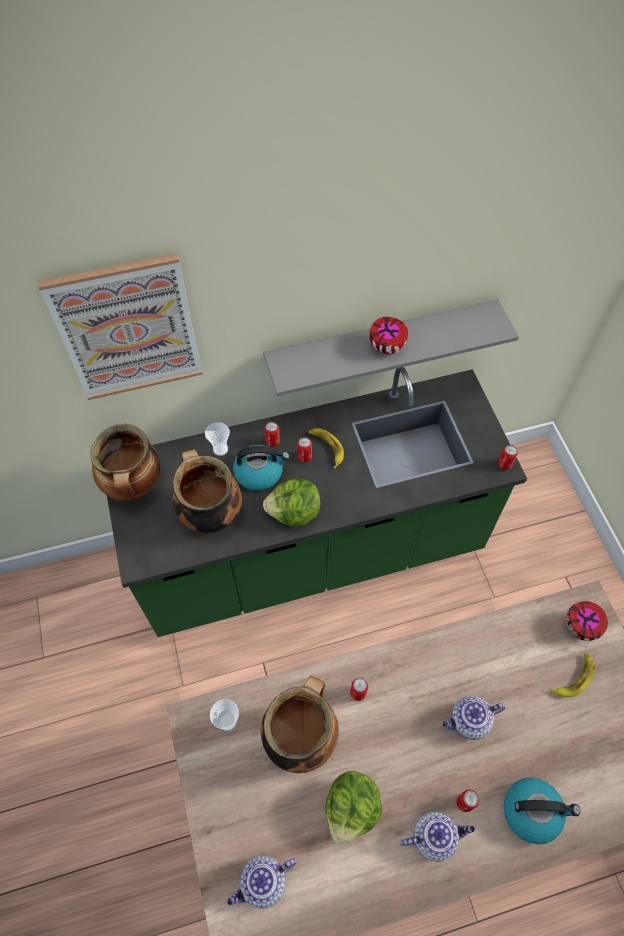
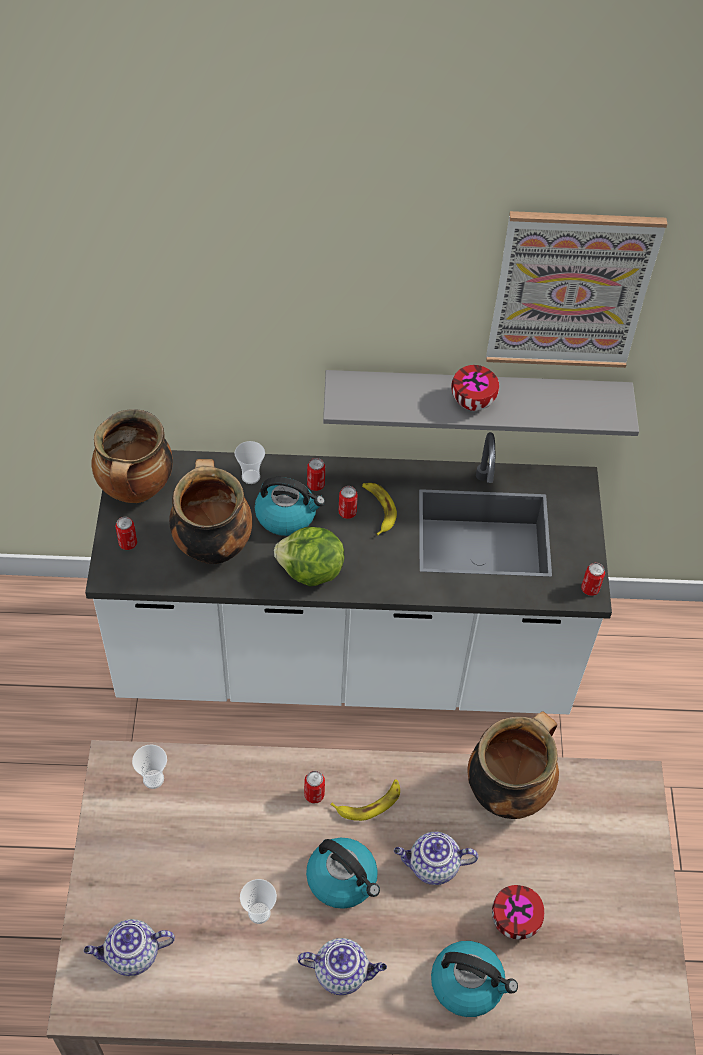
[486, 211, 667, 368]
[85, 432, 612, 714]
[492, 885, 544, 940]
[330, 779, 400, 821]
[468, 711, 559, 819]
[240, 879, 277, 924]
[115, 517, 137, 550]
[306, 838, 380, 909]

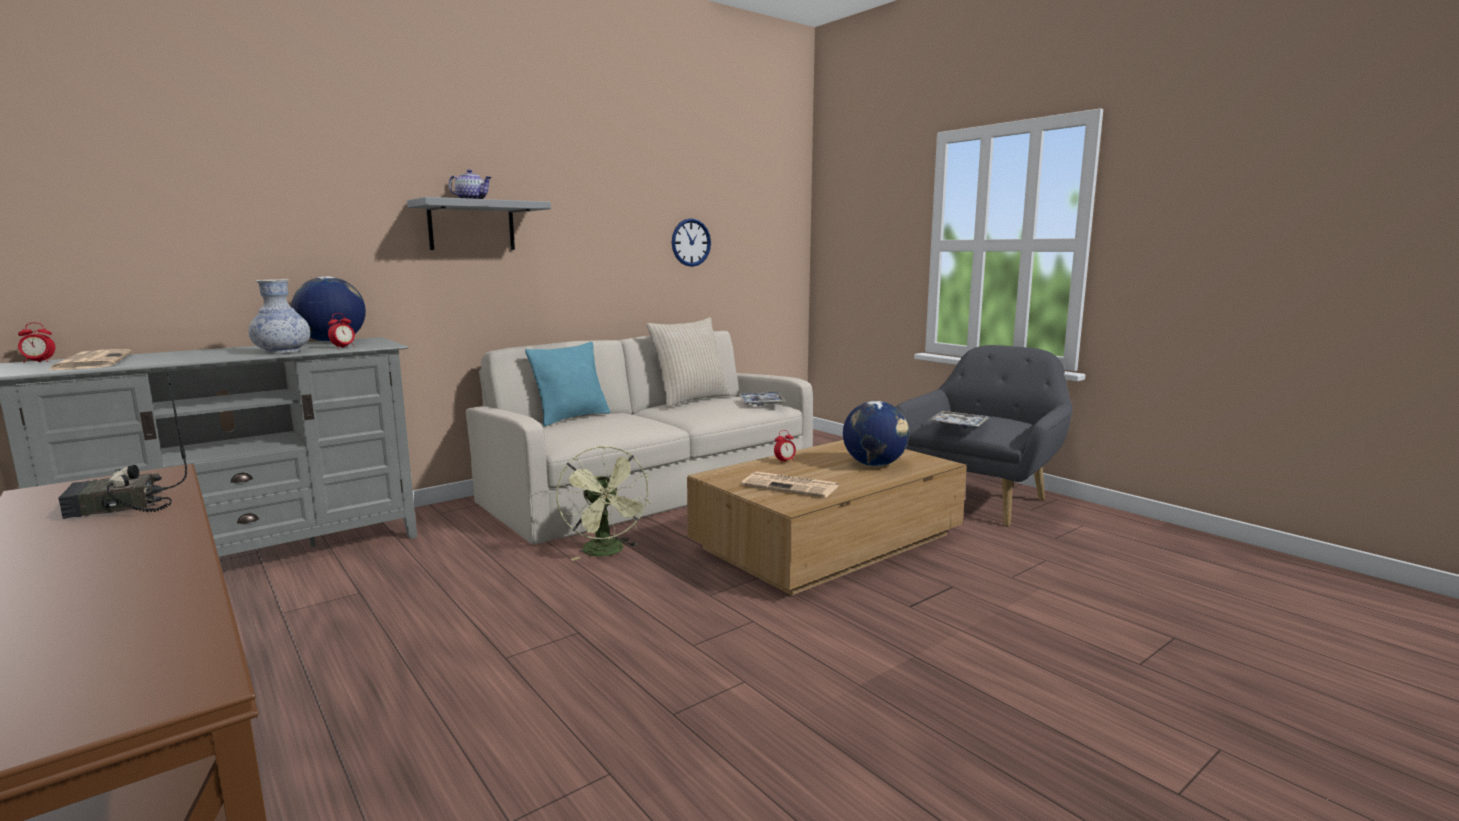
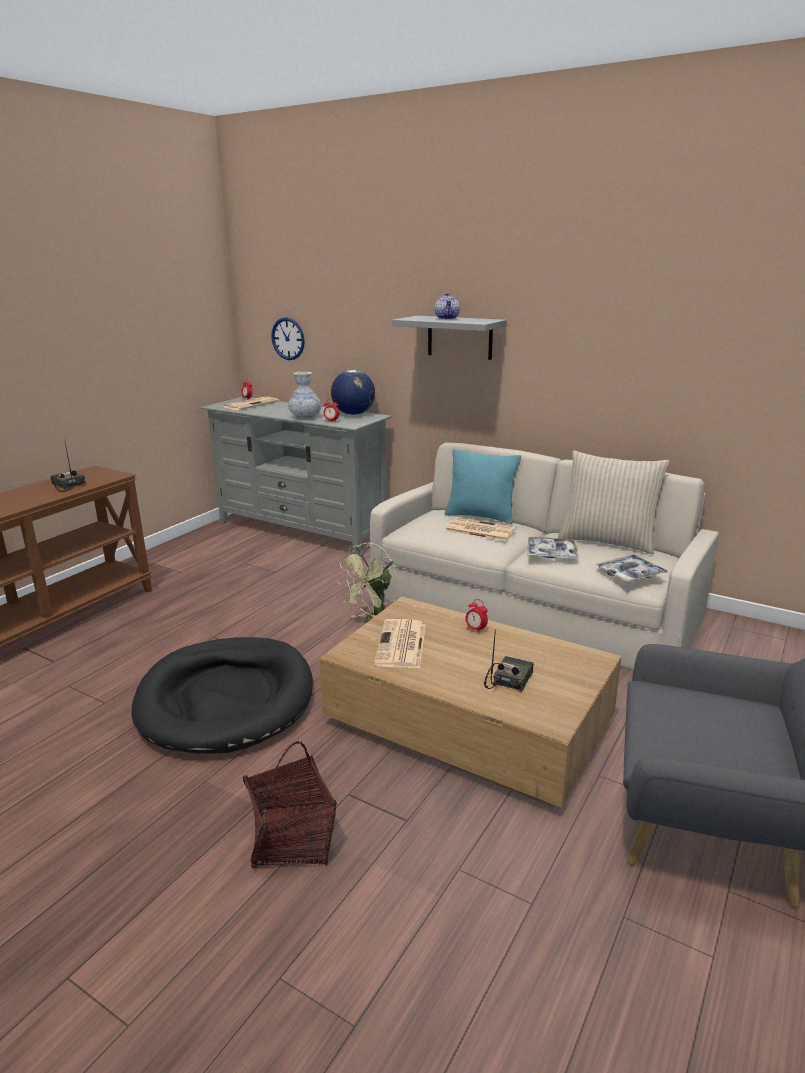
[271, 317, 305, 360]
[484, 629, 534, 692]
[527, 537, 578, 559]
[445, 517, 517, 541]
[132, 637, 313, 753]
[243, 741, 337, 869]

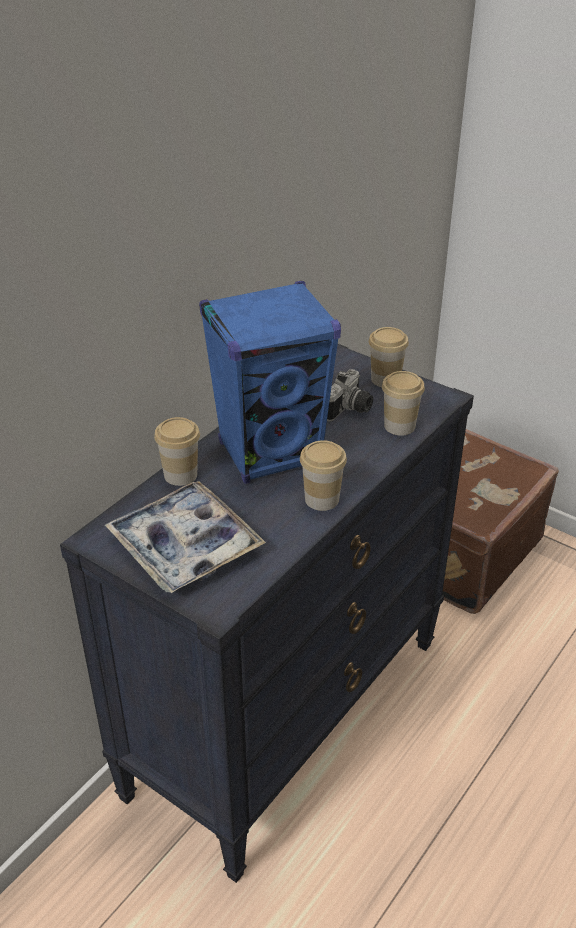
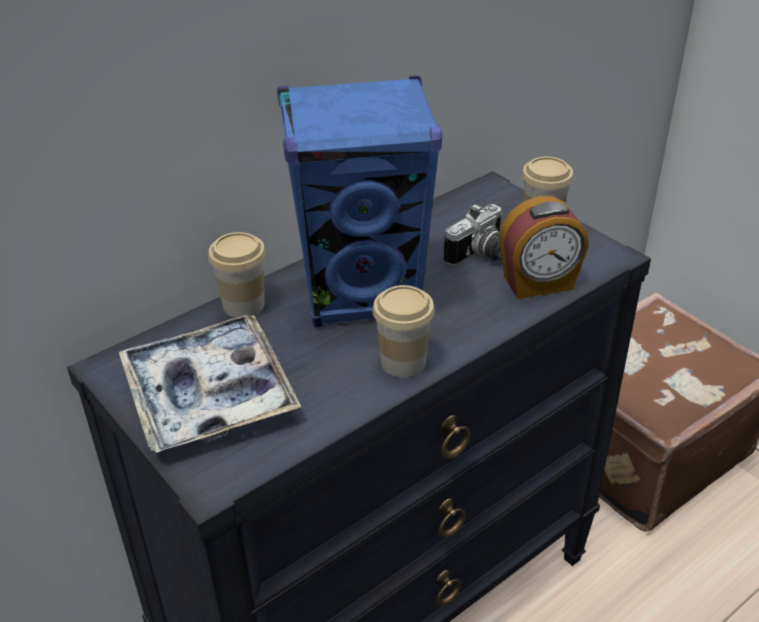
[499, 196, 589, 299]

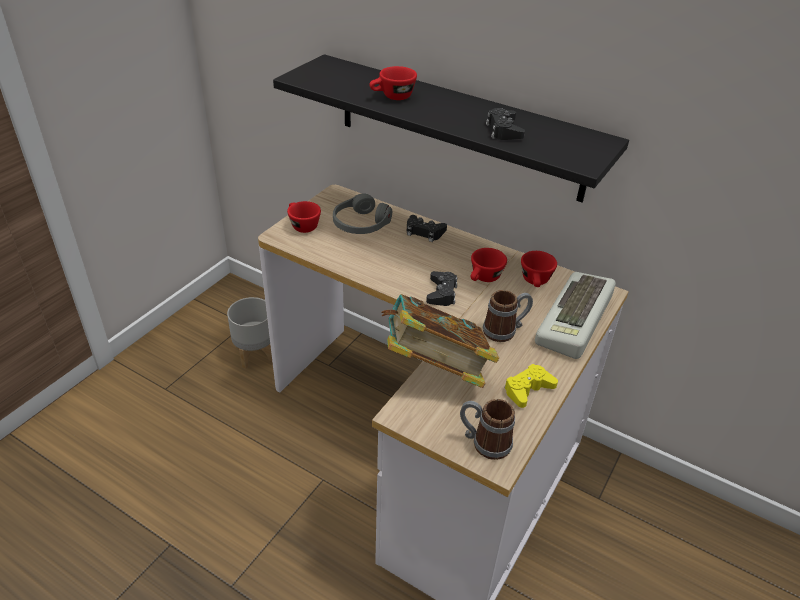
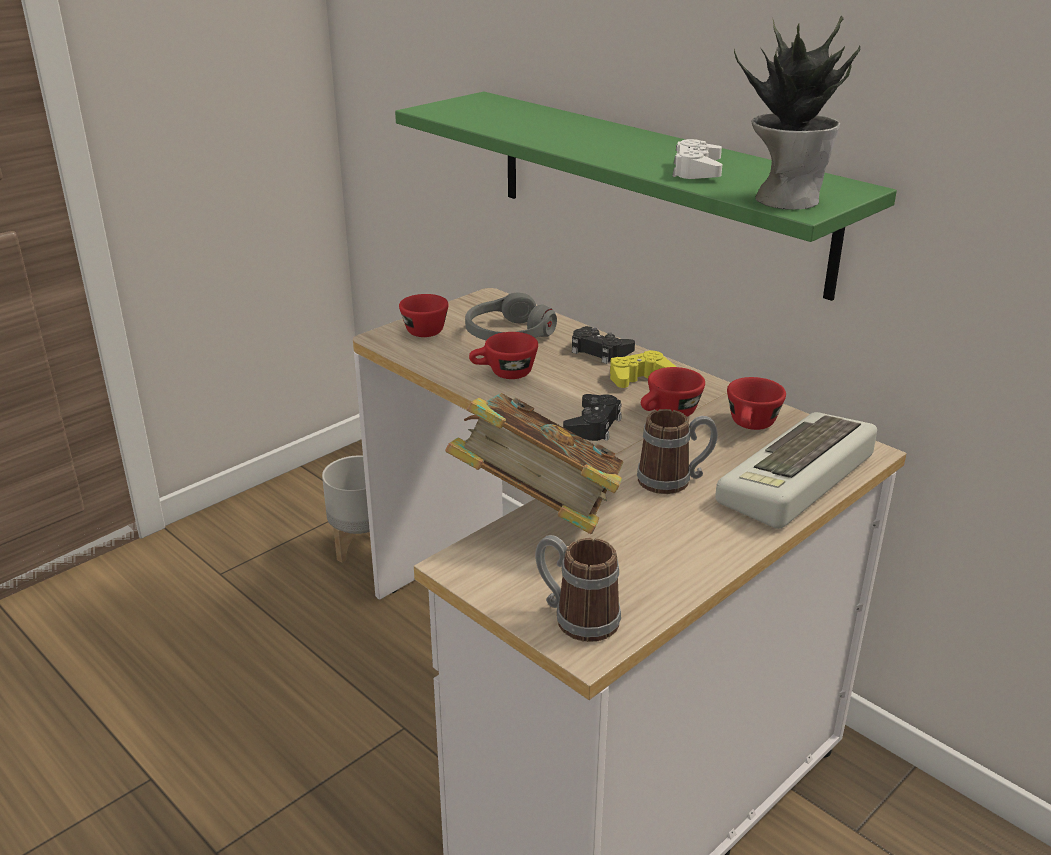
[395, 91, 897, 301]
[469, 332, 538, 379]
[672, 139, 722, 179]
[610, 350, 676, 388]
[734, 16, 860, 210]

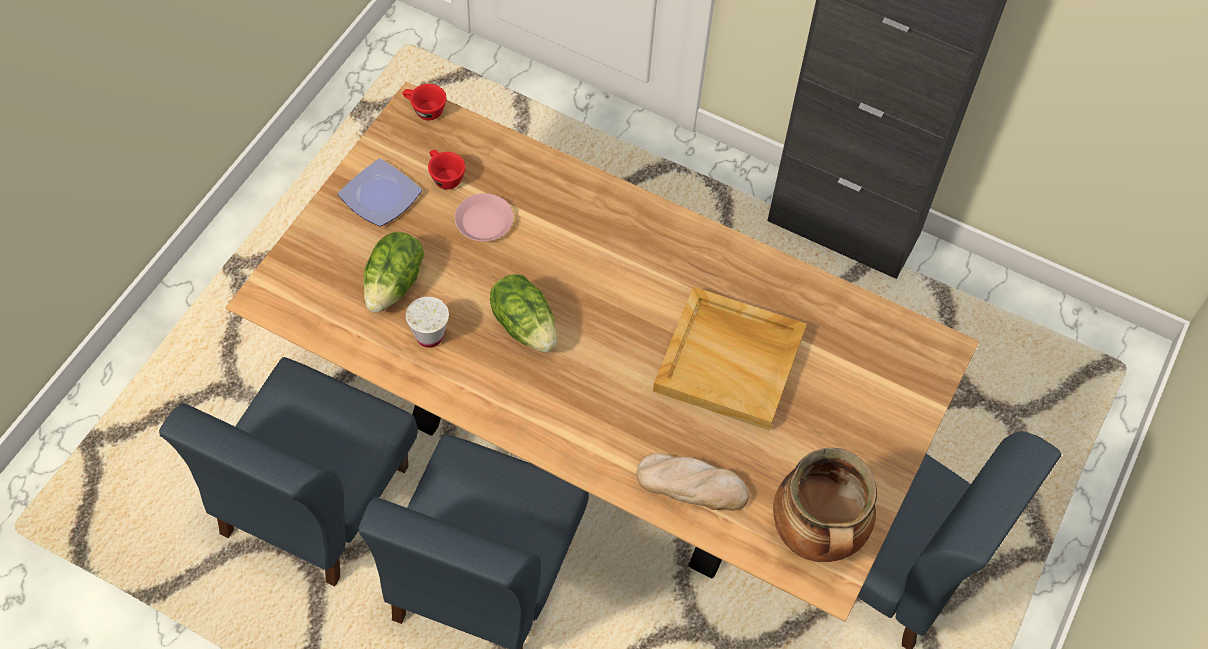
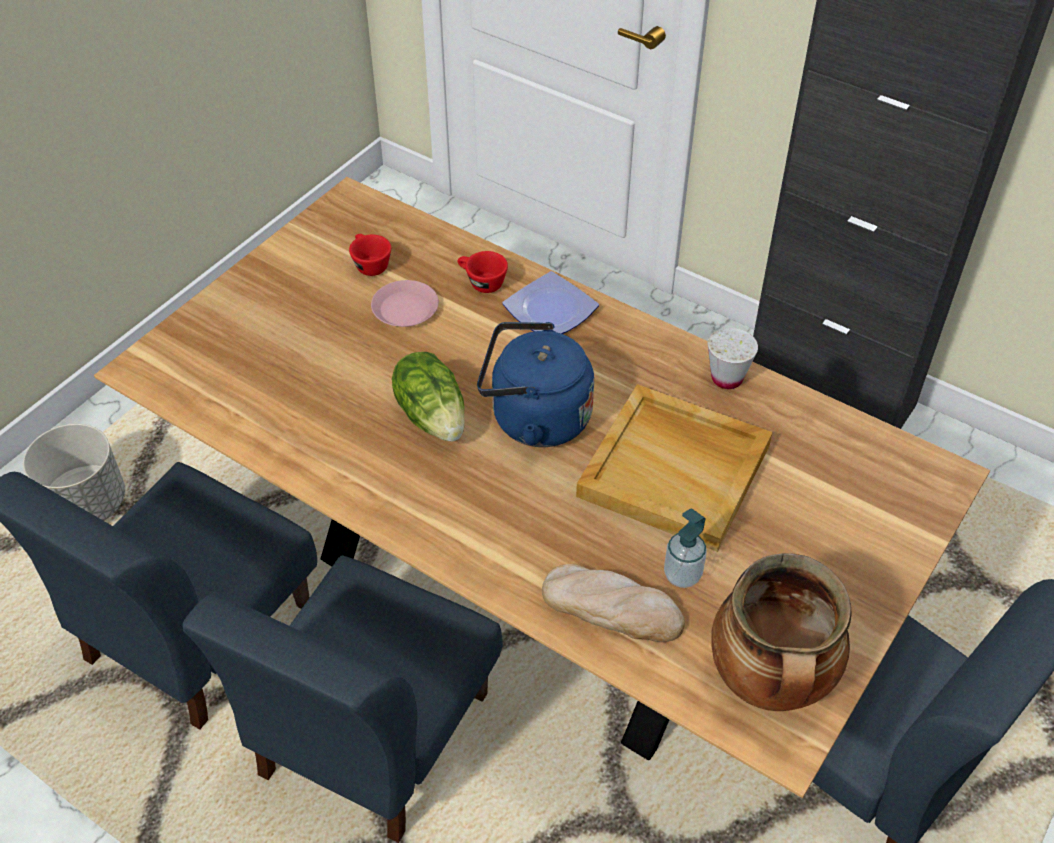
[457, 251, 508, 293]
[502, 271, 599, 334]
[363, 232, 424, 313] (first image)
[708, 328, 758, 389]
[477, 322, 594, 447]
[23, 424, 125, 521]
[664, 508, 707, 588]

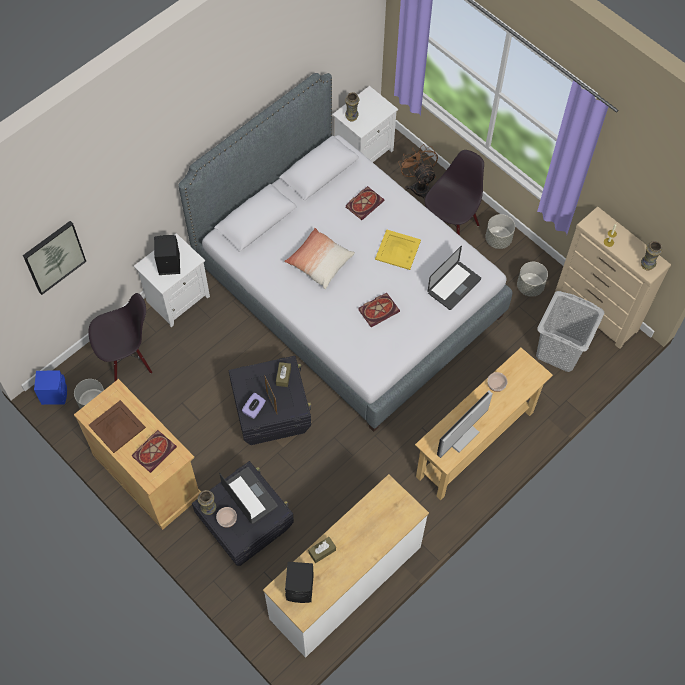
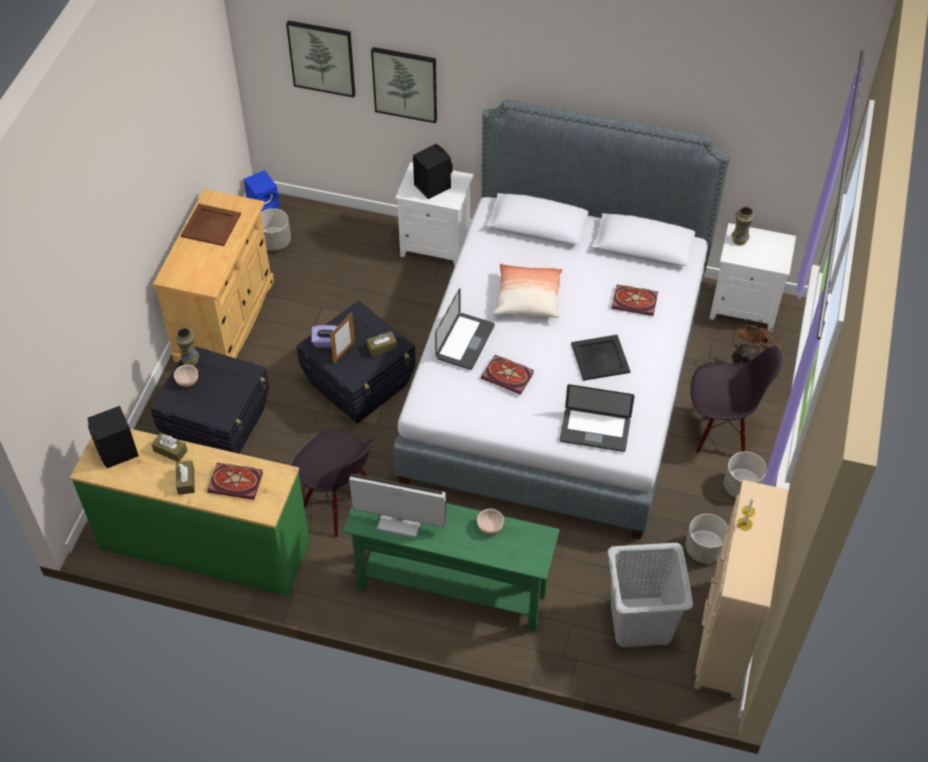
[571, 335, 630, 381]
[641, 241, 663, 271] (first image)
[292, 429, 374, 538]
[342, 503, 560, 631]
[207, 463, 263, 500]
[435, 288, 495, 370]
[70, 429, 310, 596]
[371, 47, 437, 123]
[176, 460, 195, 495]

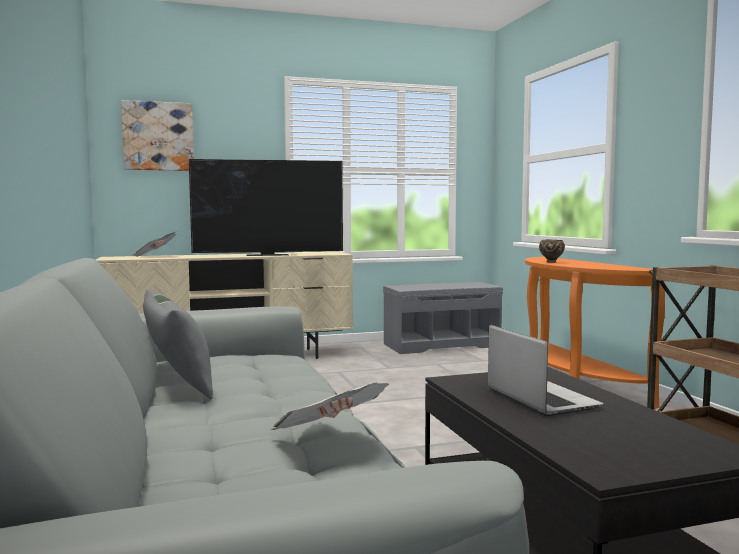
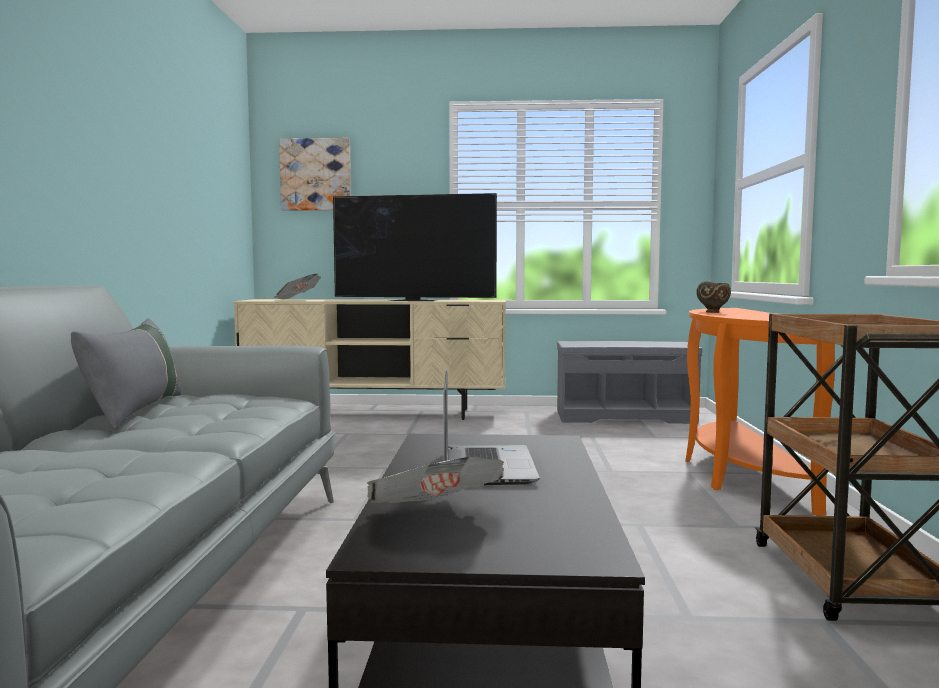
[367, 457, 504, 503]

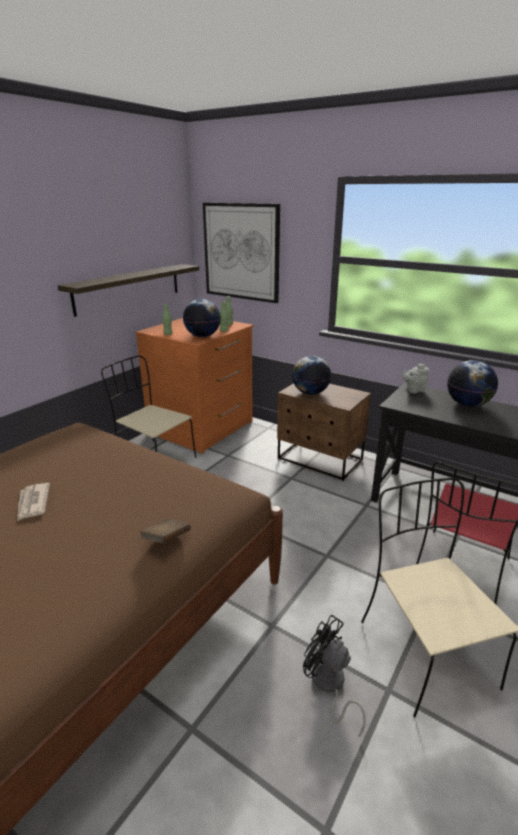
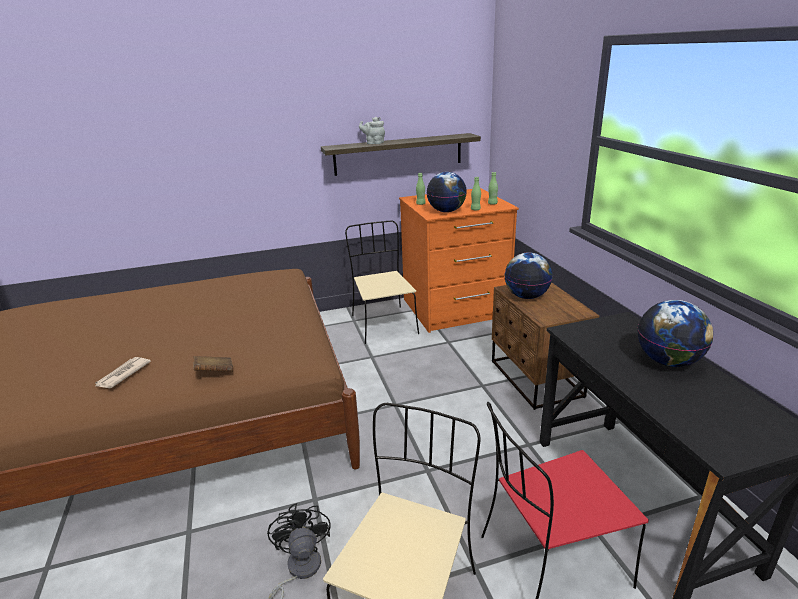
[203, 203, 280, 303] (first image)
[359, 117, 385, 144]
[95, 357, 151, 388]

